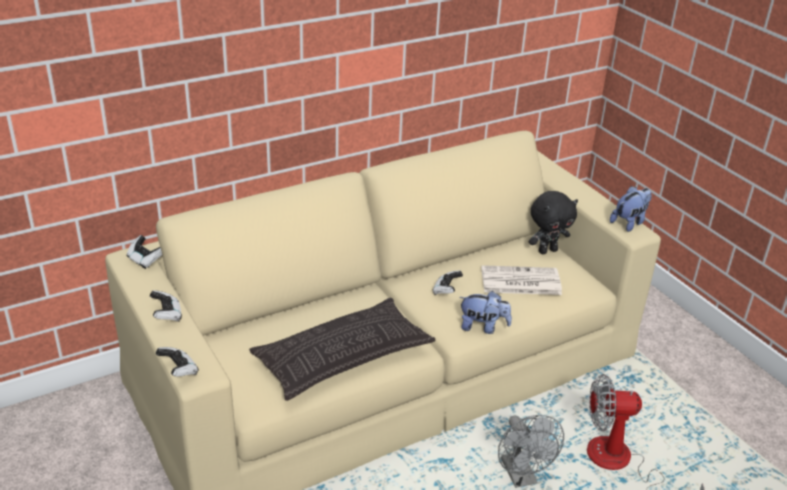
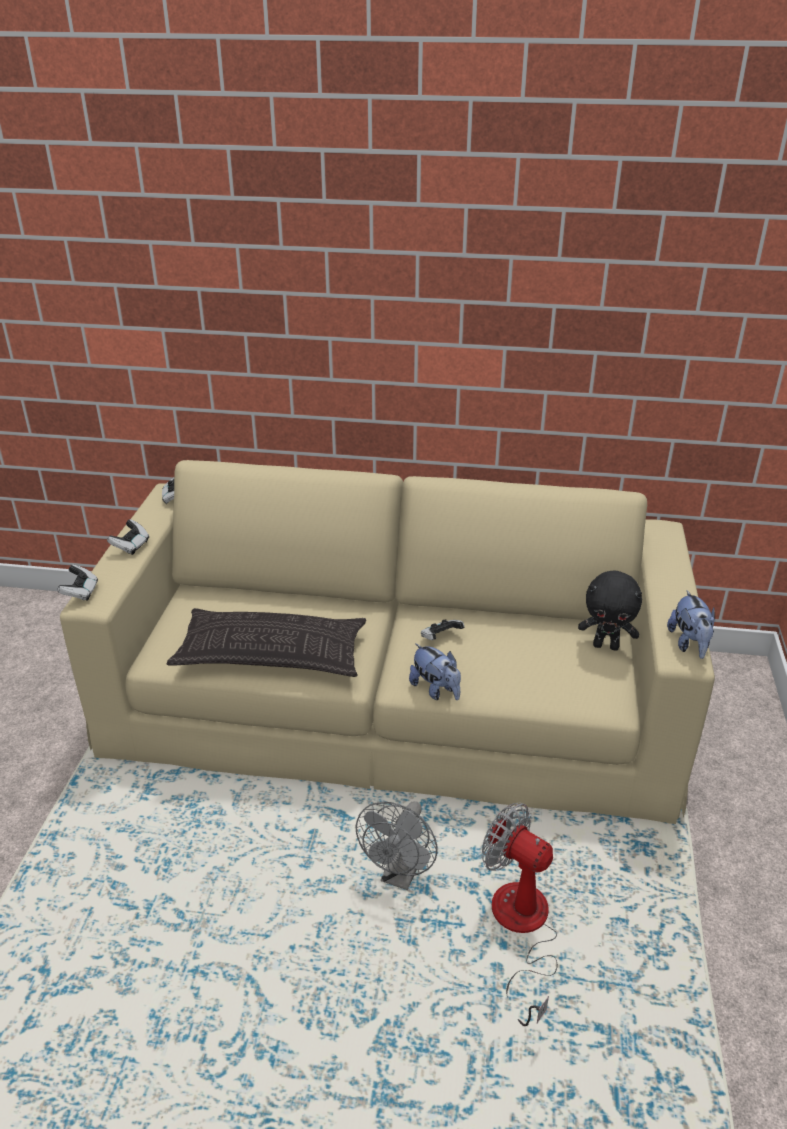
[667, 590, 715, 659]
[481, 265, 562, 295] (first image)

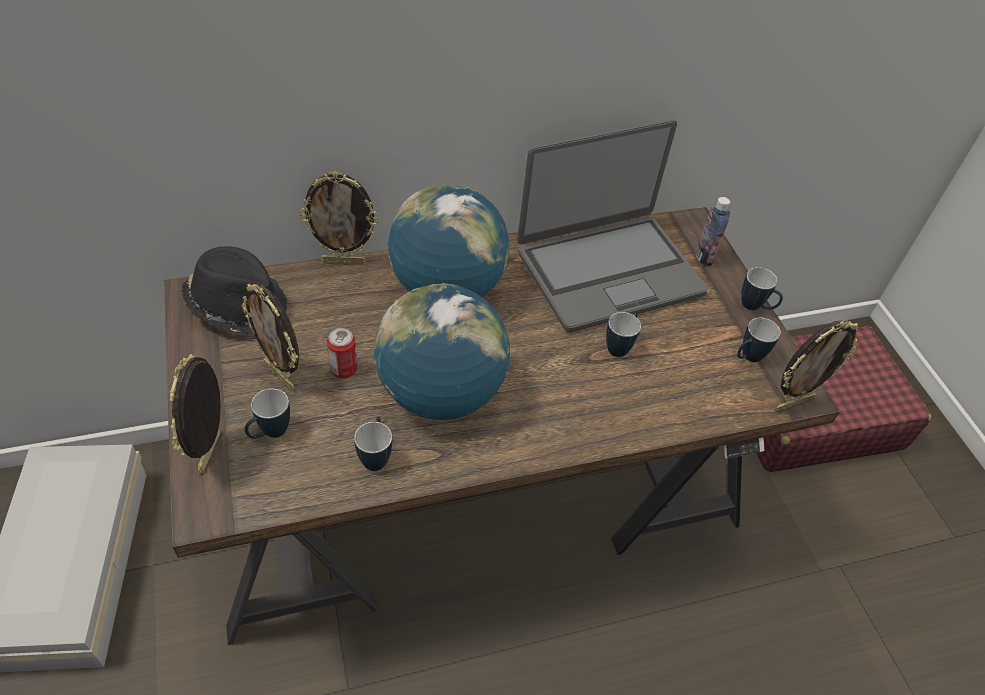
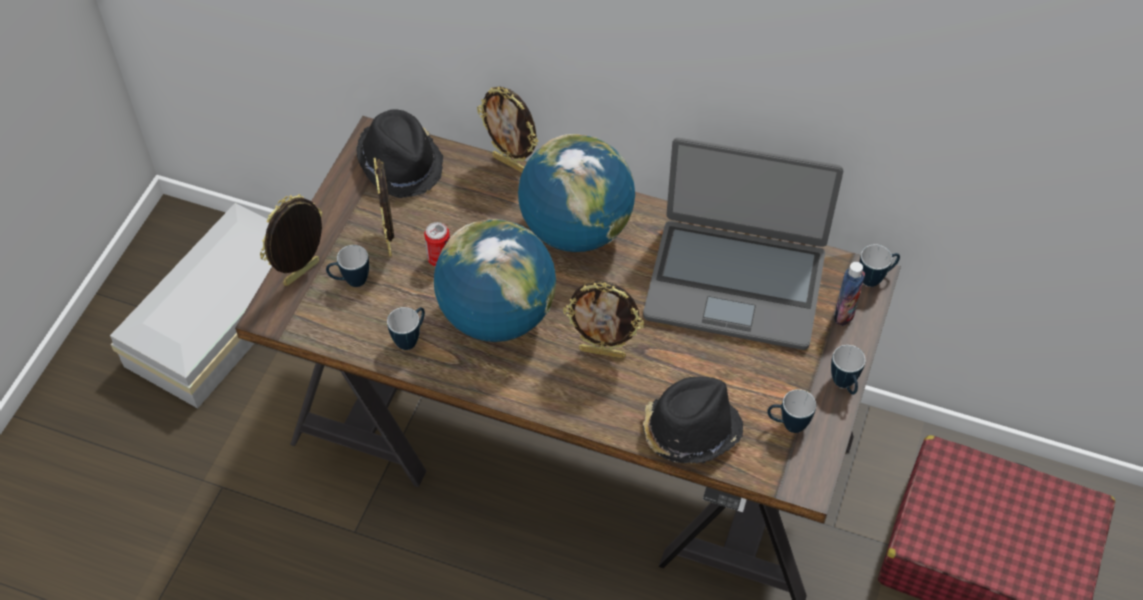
[859, 244, 900, 287]
[563, 281, 644, 358]
[643, 377, 743, 464]

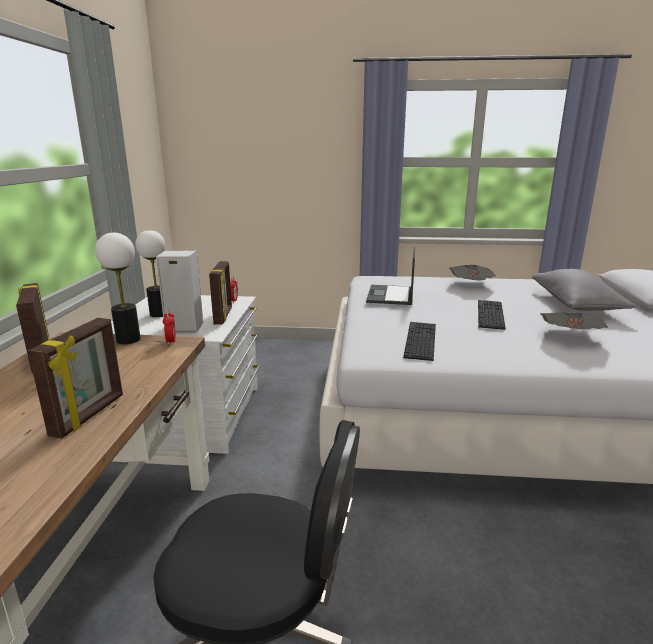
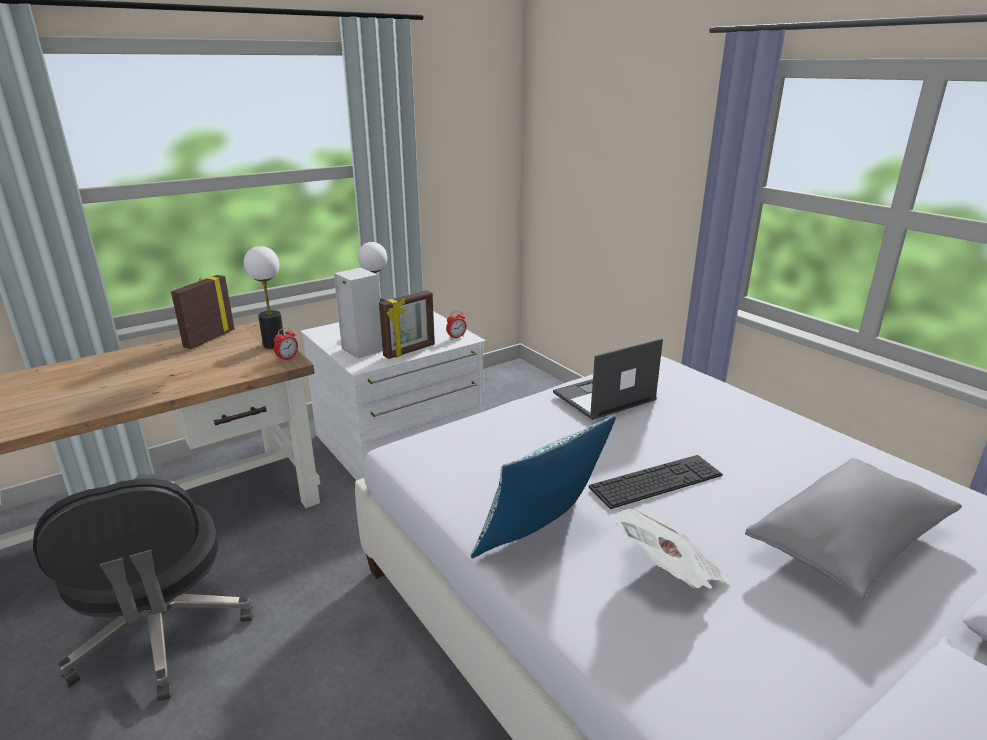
[449, 265, 496, 280] (first image)
[28, 318, 123, 439] (first image)
[403, 322, 436, 361] (first image)
[470, 415, 616, 559]

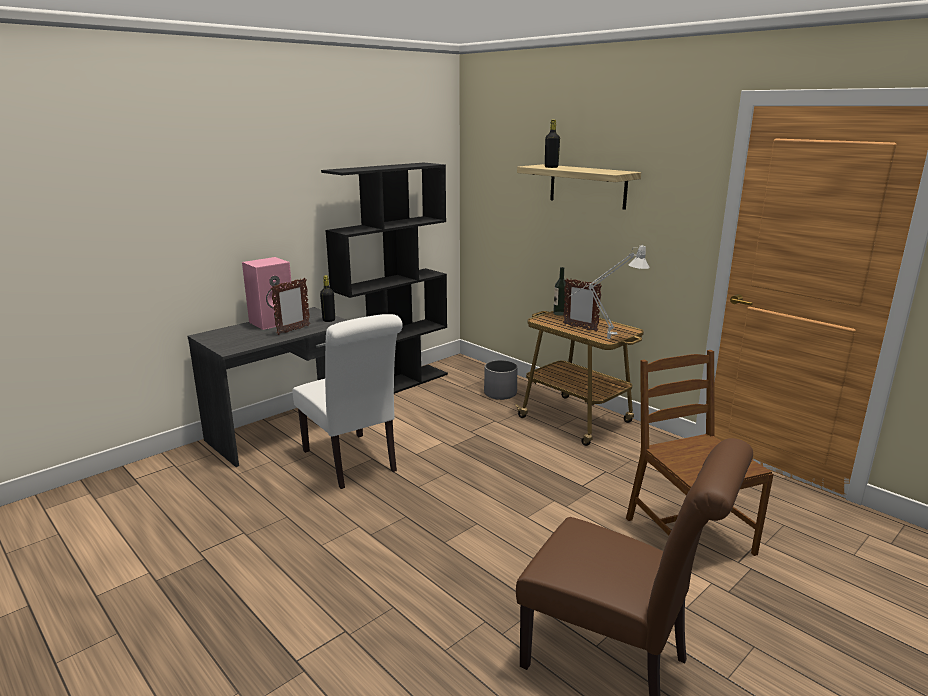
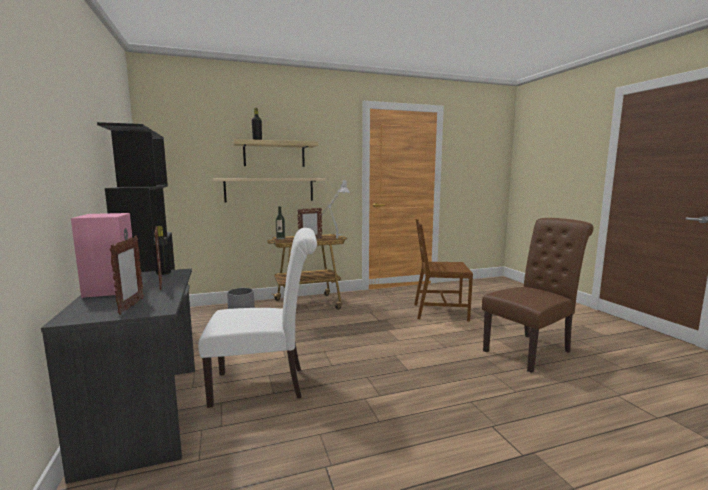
[213, 178, 326, 202]
[109, 236, 144, 315]

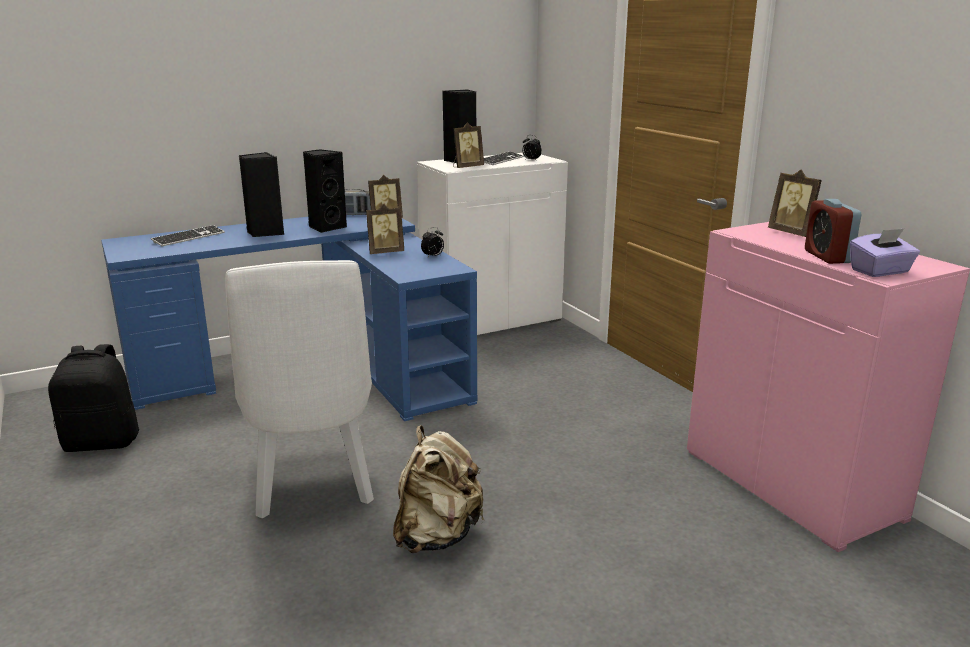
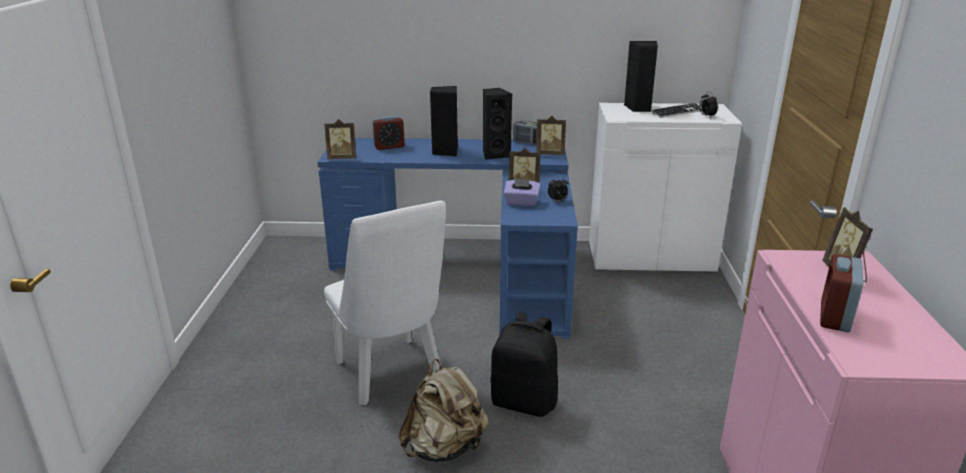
[325, 119, 356, 159]
[372, 116, 405, 150]
[504, 178, 541, 206]
[324, 201, 446, 405]
[490, 312, 558, 417]

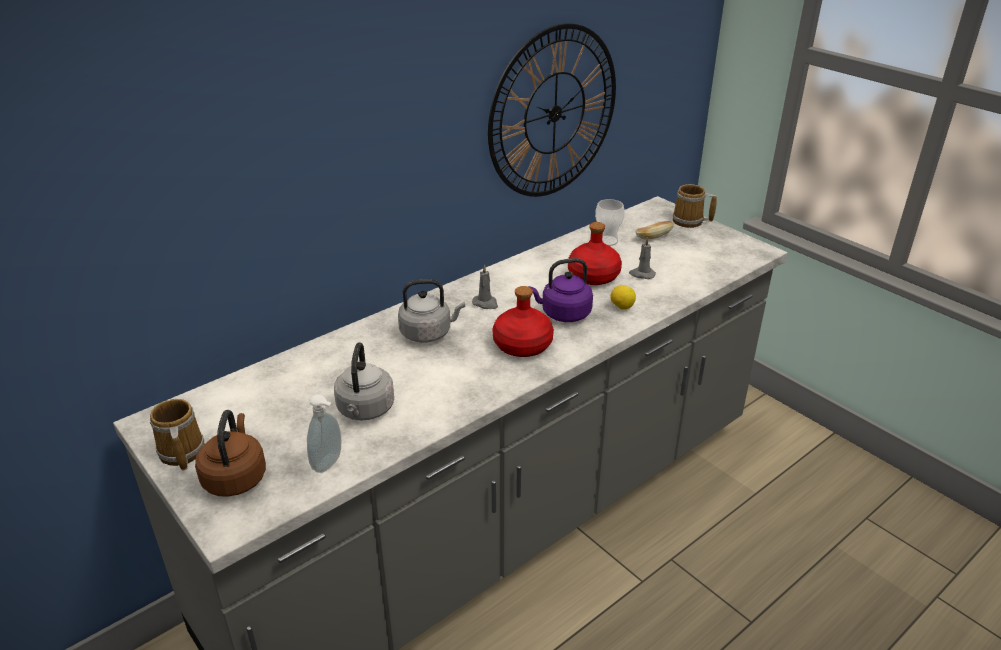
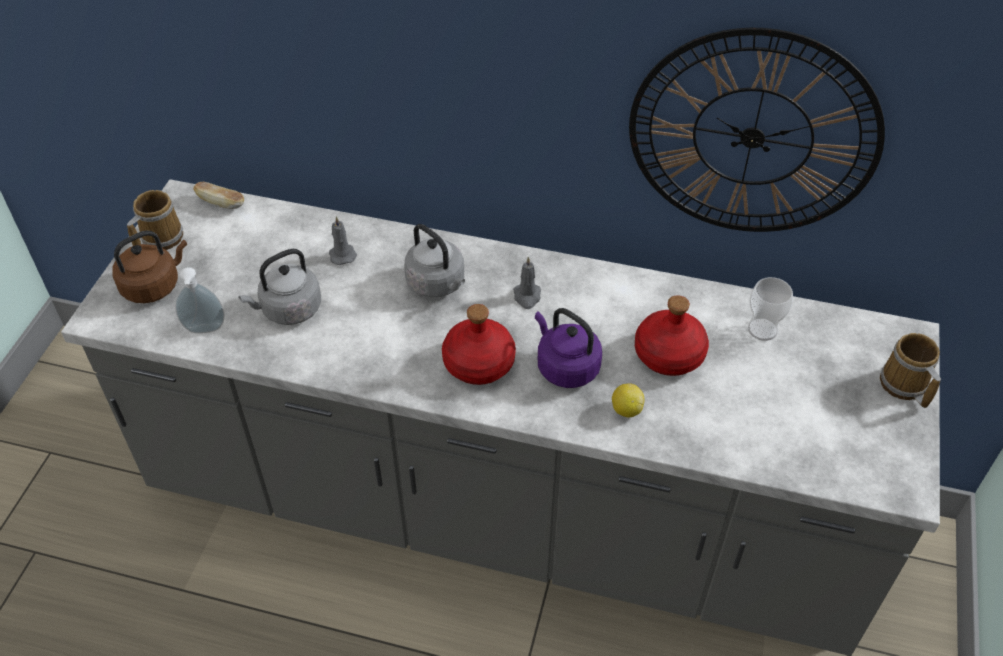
[193, 182, 245, 209]
[329, 216, 357, 265]

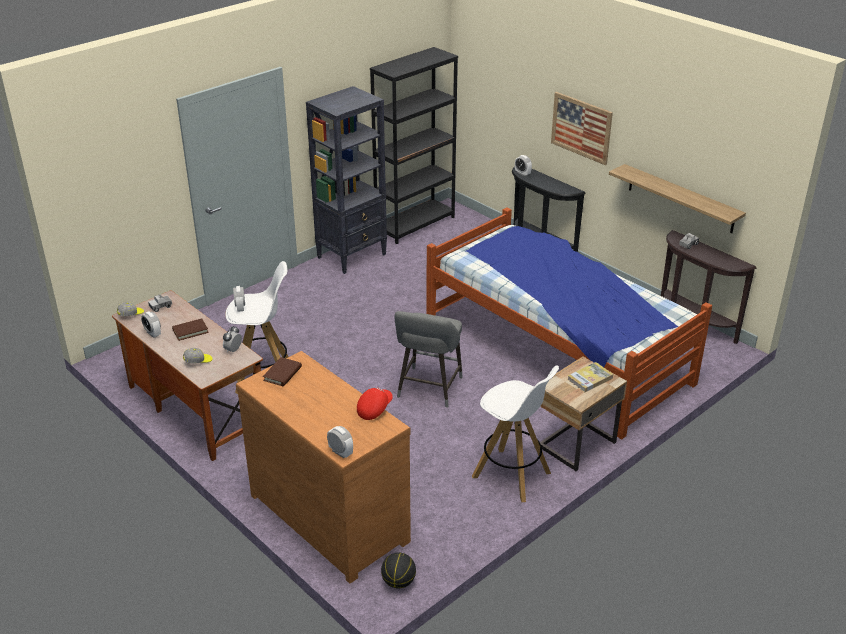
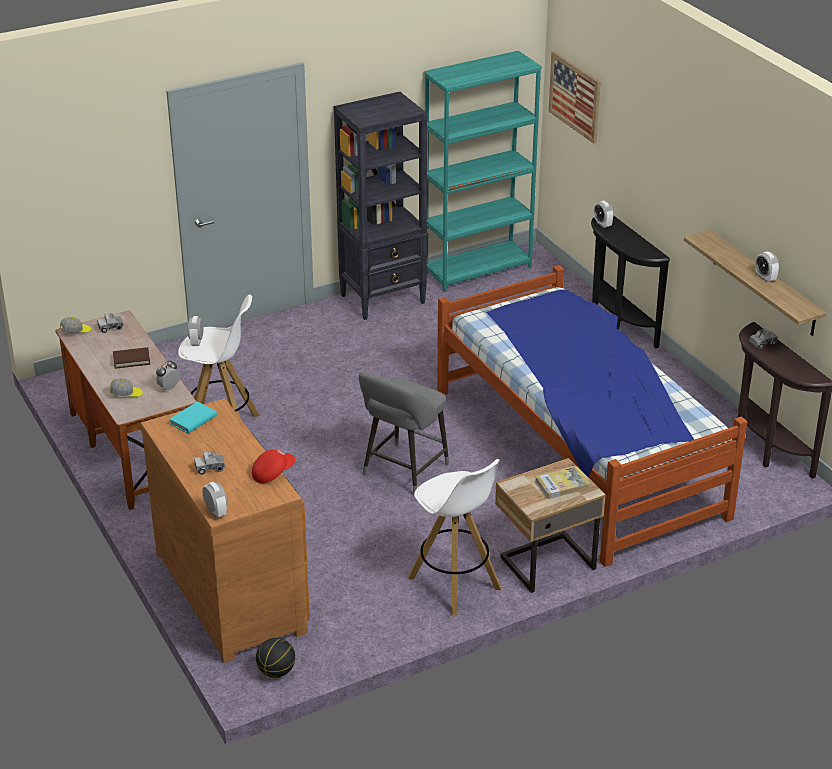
[424, 51, 542, 292]
[549, 51, 601, 144]
[755, 251, 779, 282]
[169, 401, 217, 434]
[194, 451, 225, 475]

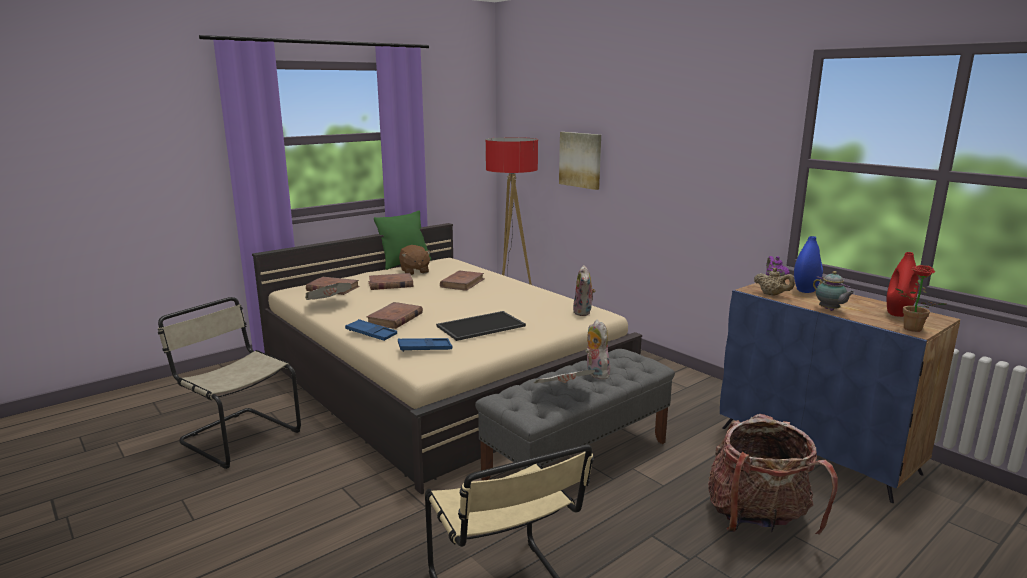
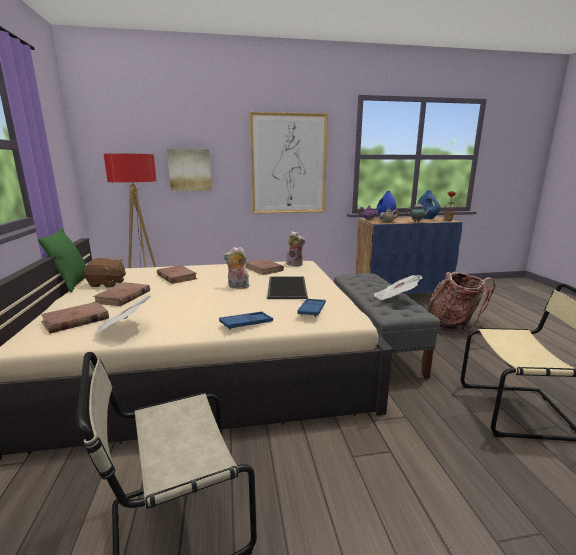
[417, 190, 440, 219]
[245, 259, 284, 275]
[224, 247, 249, 289]
[250, 112, 328, 214]

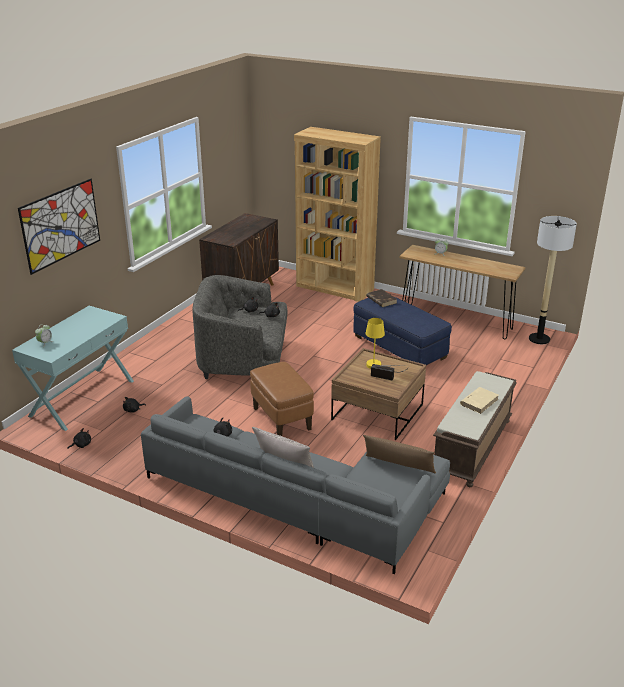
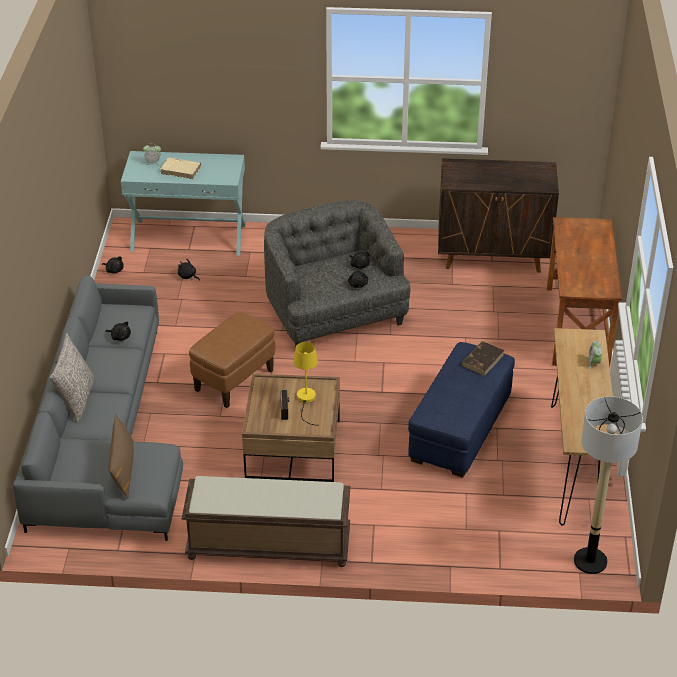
[547, 217, 622, 366]
[18, 179, 100, 275] (first image)
[160, 158, 201, 179]

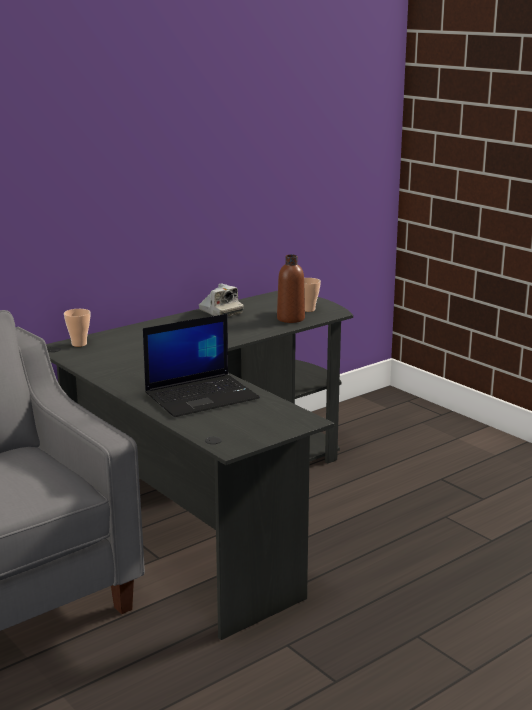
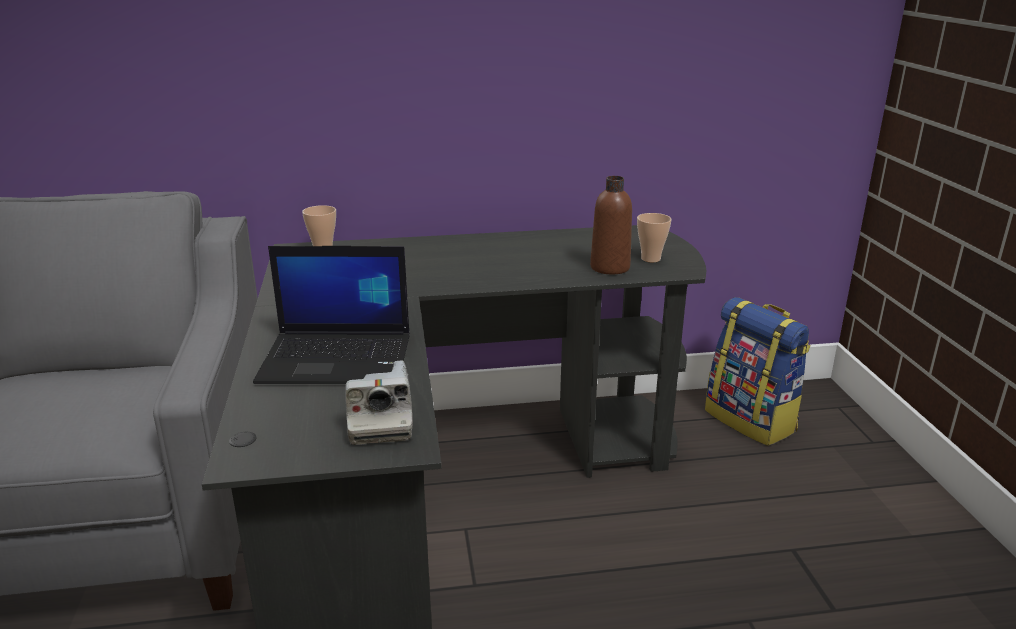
[345, 360, 413, 445]
[705, 297, 811, 446]

